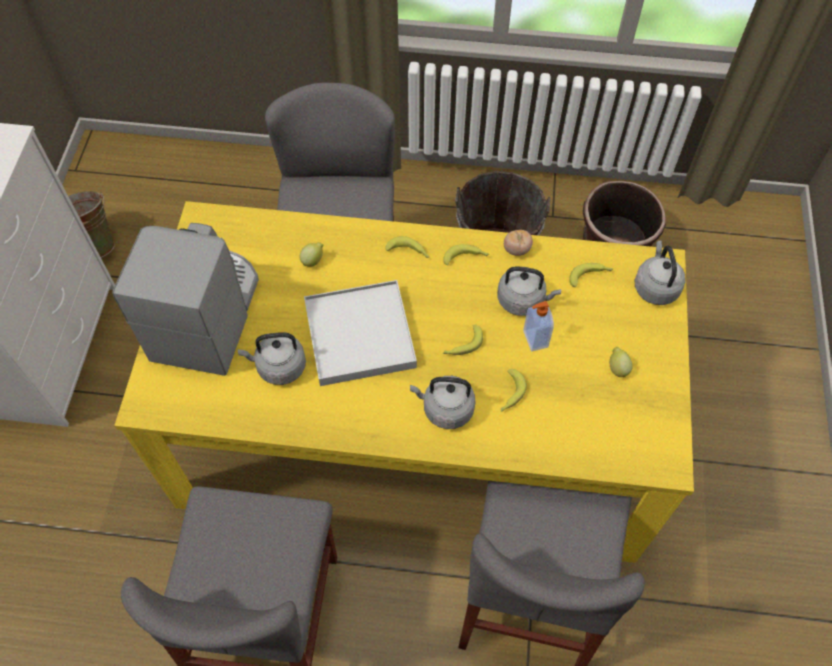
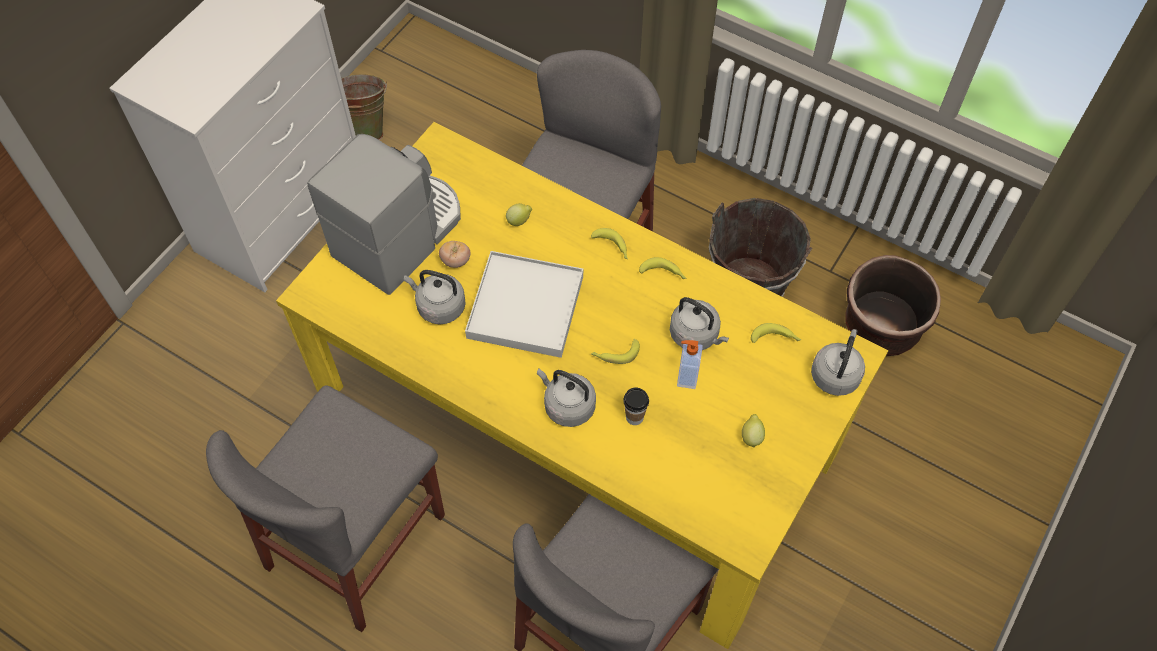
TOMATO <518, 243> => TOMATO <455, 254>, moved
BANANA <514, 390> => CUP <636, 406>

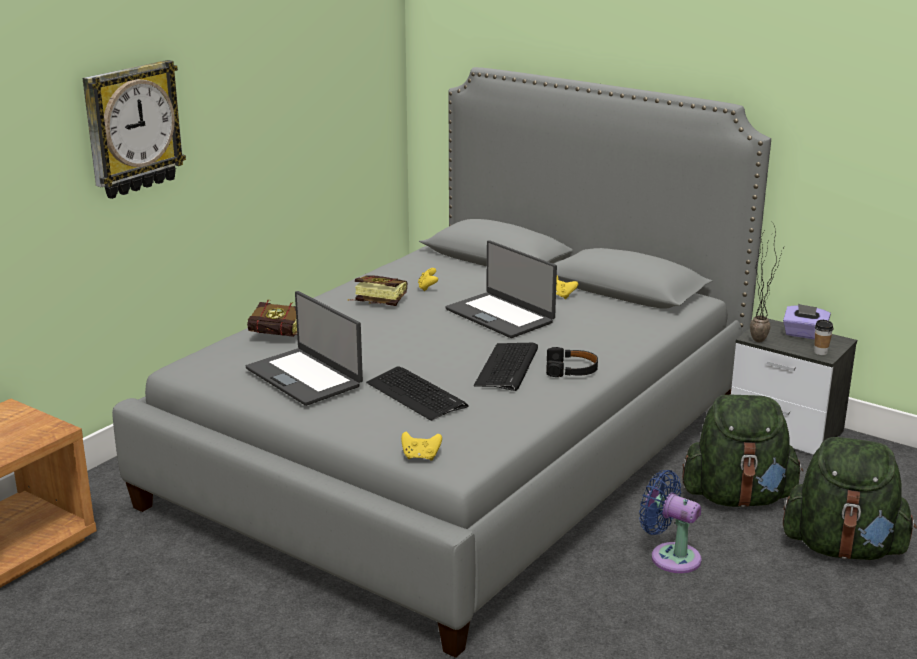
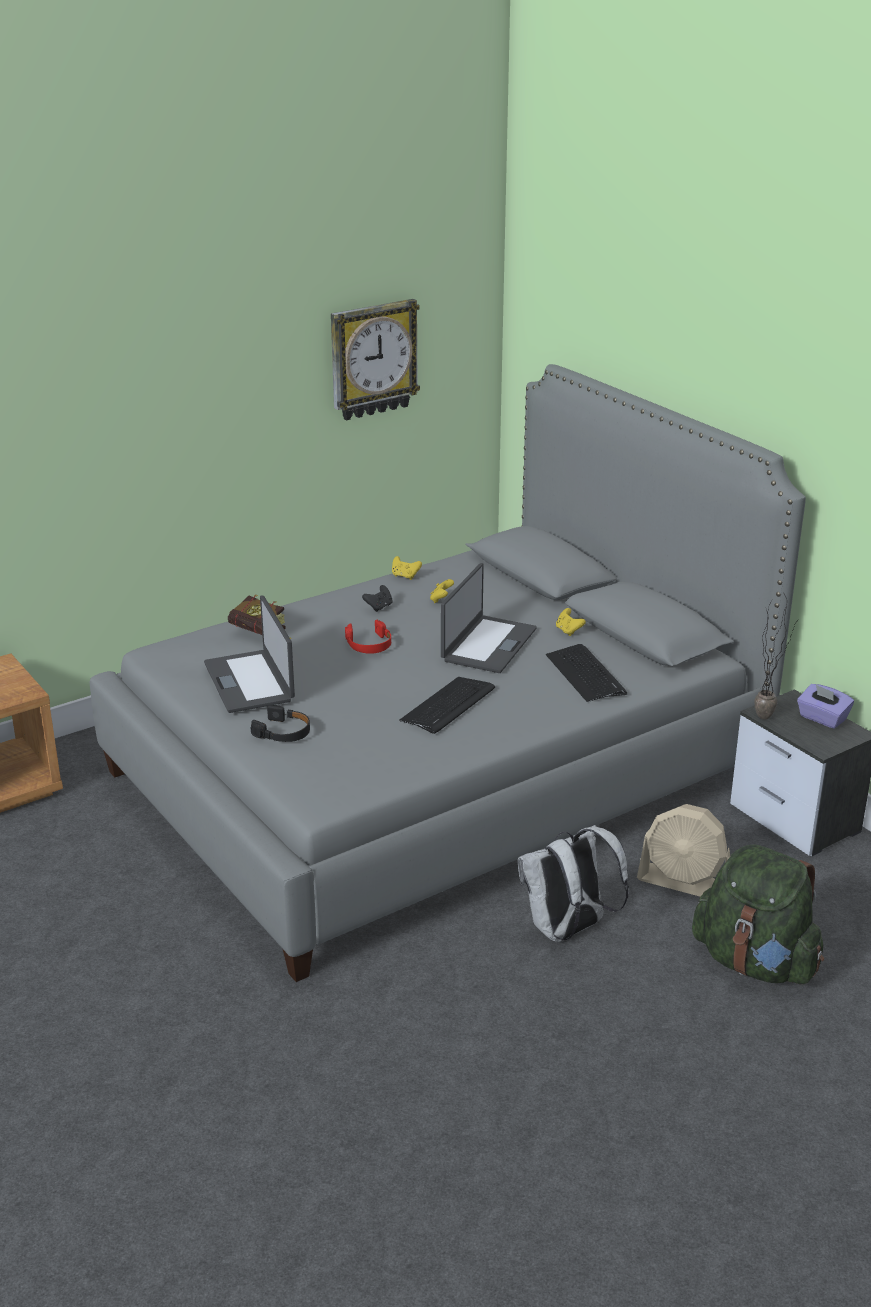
CUP <823, 337> => nothing
nothing => RED HEADPHONES <368, 637>
WALL CLOCK <134, 129> => WALL CLOCK <375, 359>, moved
KEYBOARD <418, 393> => KEYBOARD <586, 673>, moved
YELLOW GAME CONTROLLER <421, 446> => YELLOW GAME CONTROLLER <407, 568>, moved
BLACK HEADPHONES <572, 362> => BLACK HEADPHONES <280, 723>, moved
BOOK <377, 291> => BLACK GAME CONTROLLER <377, 598>
BLUE FAN <670, 521> => WHITE BACKPACK <573, 883>
GREEN BACKPACK <742, 451> => BEIGE FAN <683, 850>
LAPTOP <501, 289> => LAPTOP <489, 618>, 135 degrees counterclockwise

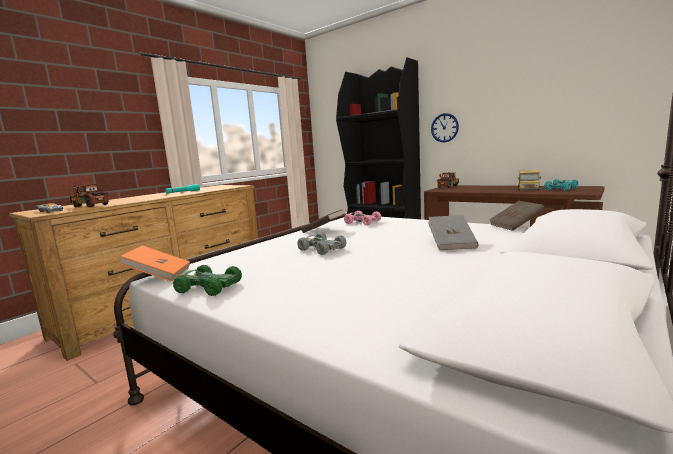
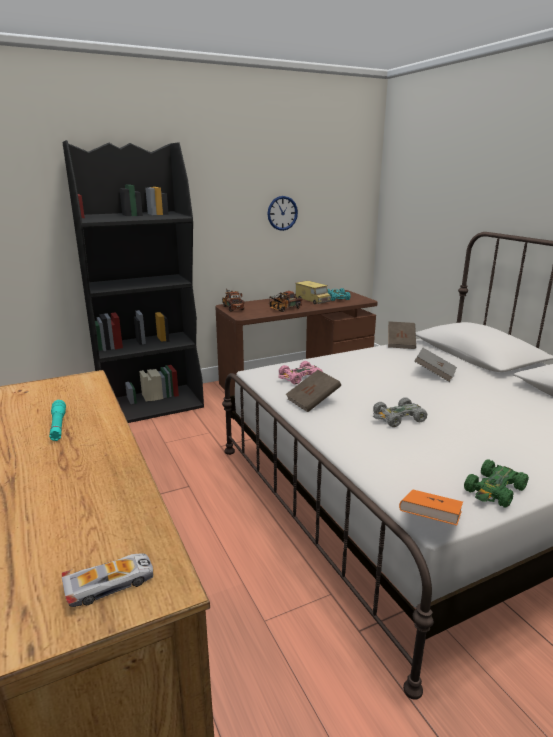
TOY TRUCK <89, 195> => TOY TRUCK <286, 301>, moved
WALL CLOCK <445, 128> => WALL CLOCK <283, 213>, moved

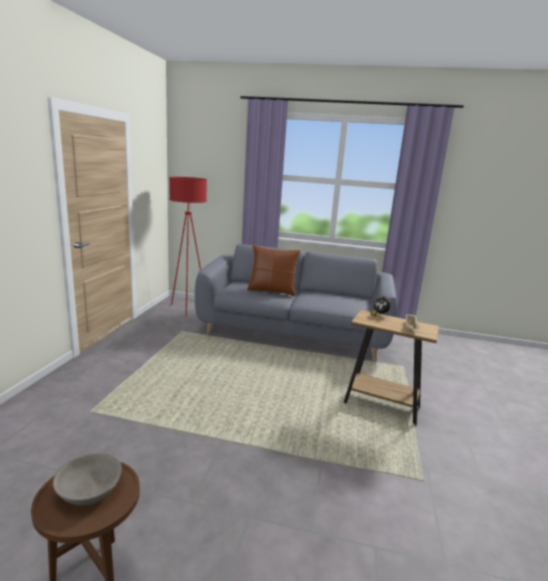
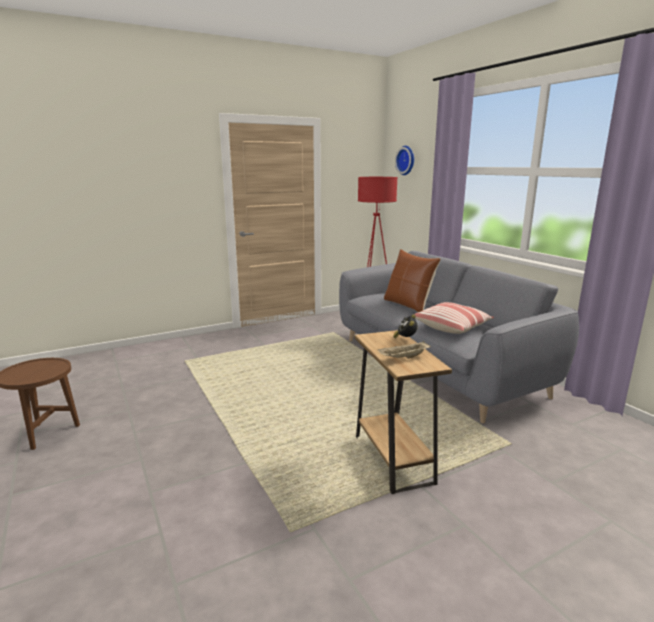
GREY BOWL <87, 479> => nothing
nothing => WALL CLOCK <404, 160>
nothing => PILLOW <454, 318>

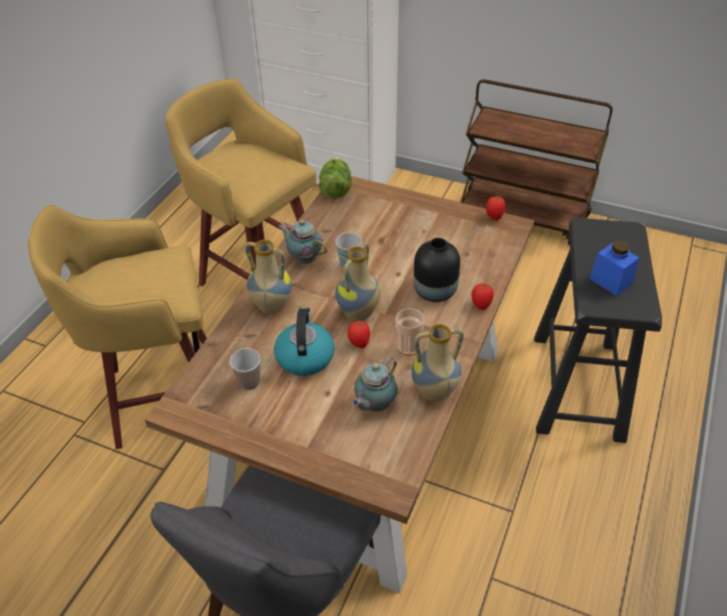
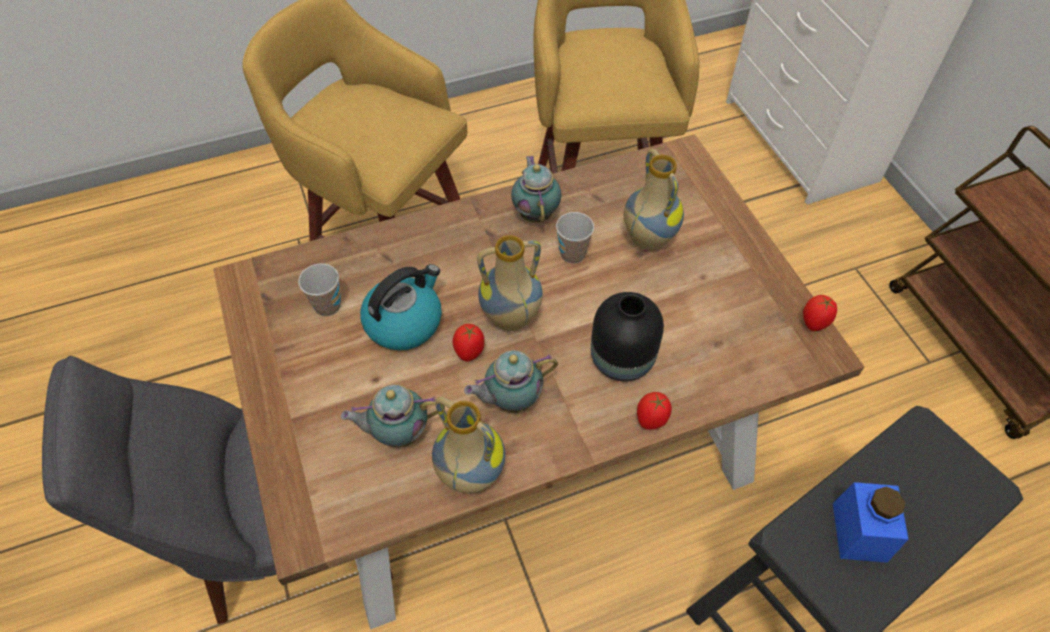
LETTUCE <335, 177> => nothing
VASE <268, 277> => VASE <654, 199>, moved
CUP <410, 332> => TEAPOT <511, 381>

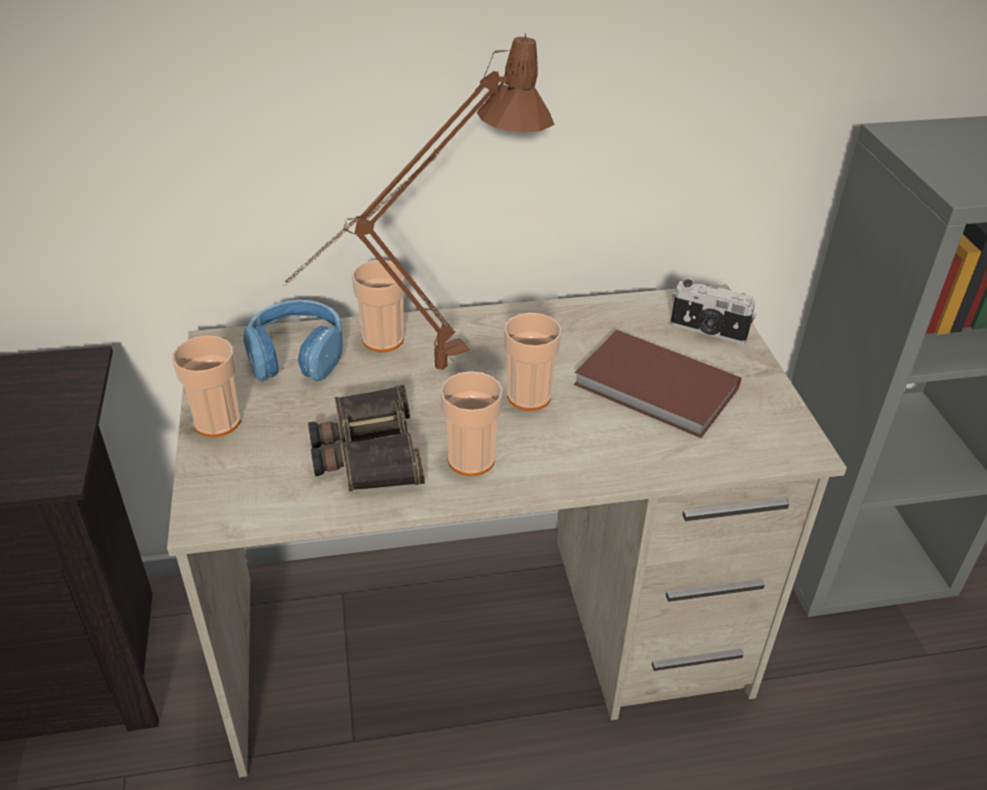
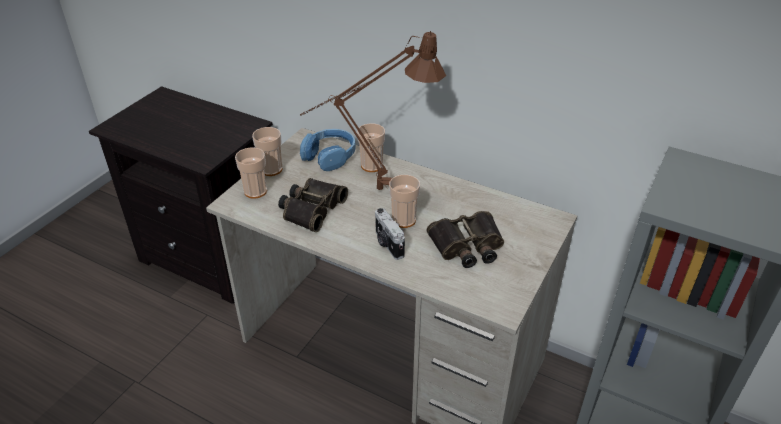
CUP <471, 423> => CUP <251, 173>, moved
PHOTO CAMERA <713, 312> => PHOTO CAMERA <390, 234>, moved
BROWN BOOK <657, 384> => BINOCULARS <465, 239>

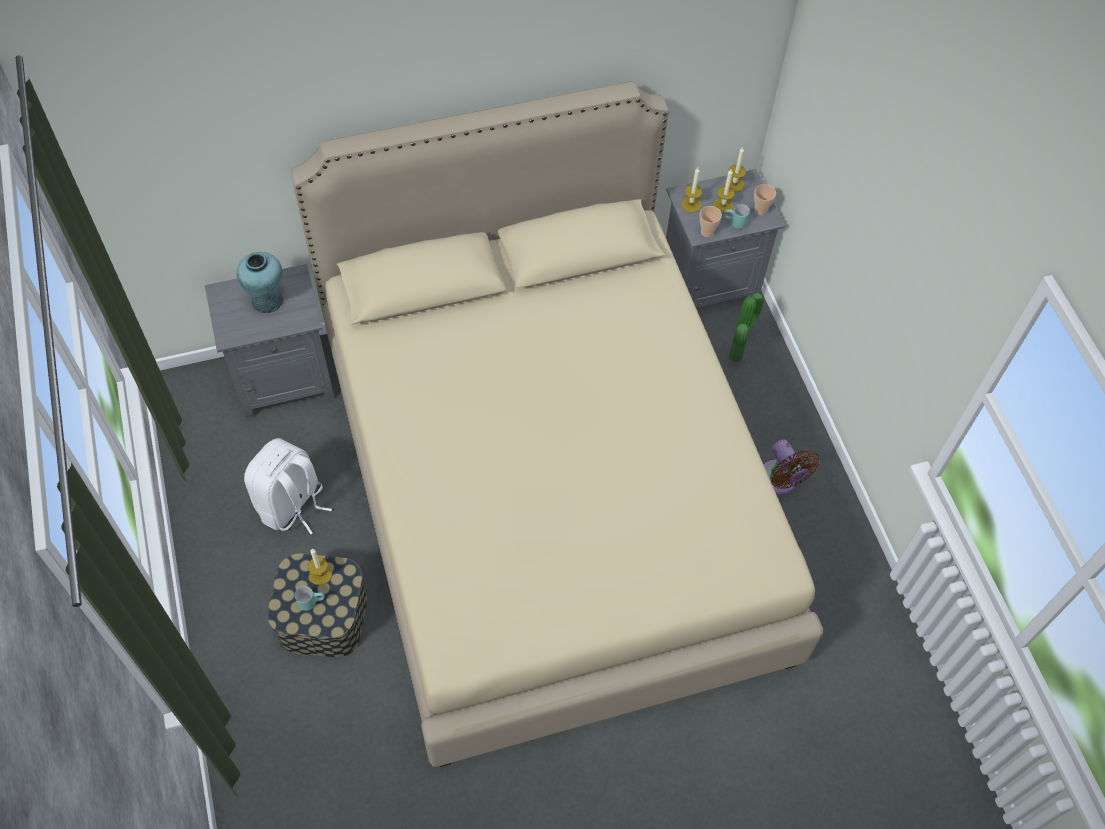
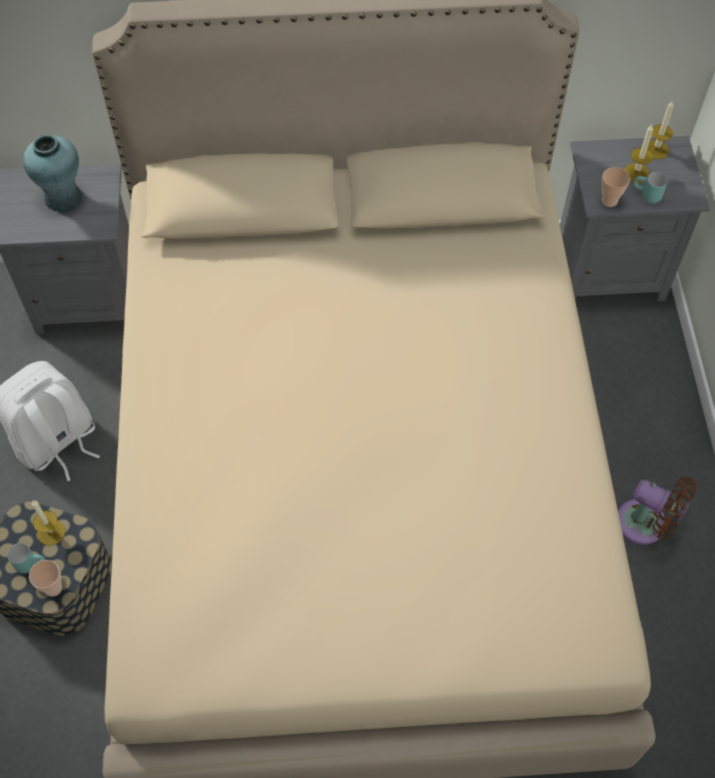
CANDLE <691, 190> => nothing
POTTED PLANT <746, 328> => nothing
CUP <765, 199> => CUP <45, 578>, moved
BROWN FAN <791, 467> => BROWN FAN <657, 510>, 45 degrees counterclockwise

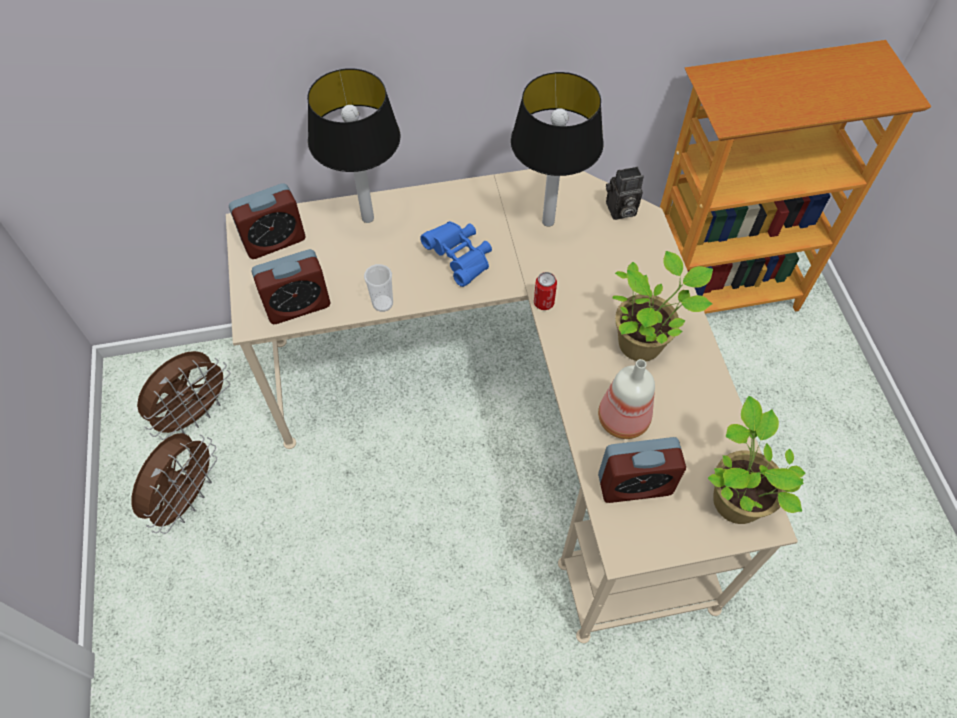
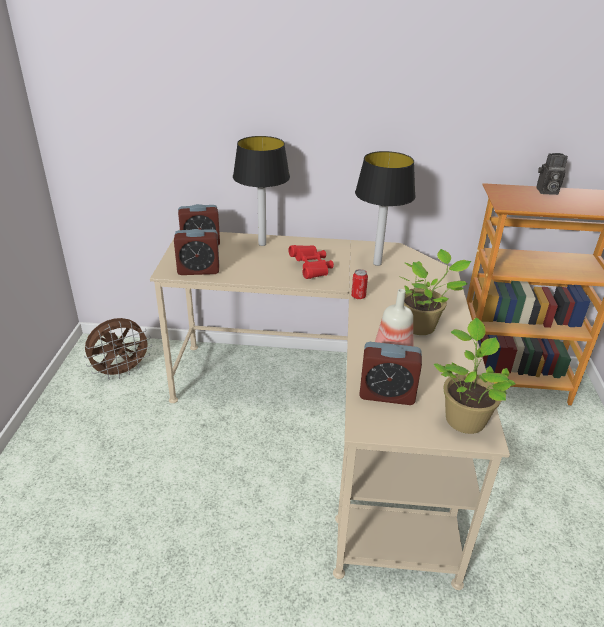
BROWN FAN <174, 483> => nothing
CUP <378, 288> => nothing
PHOTO CAMERA <625, 193> => PHOTO CAMERA <552, 174>, moved
BLUE BINOCULARS <456, 254> => RED BINOCULARS <311, 262>

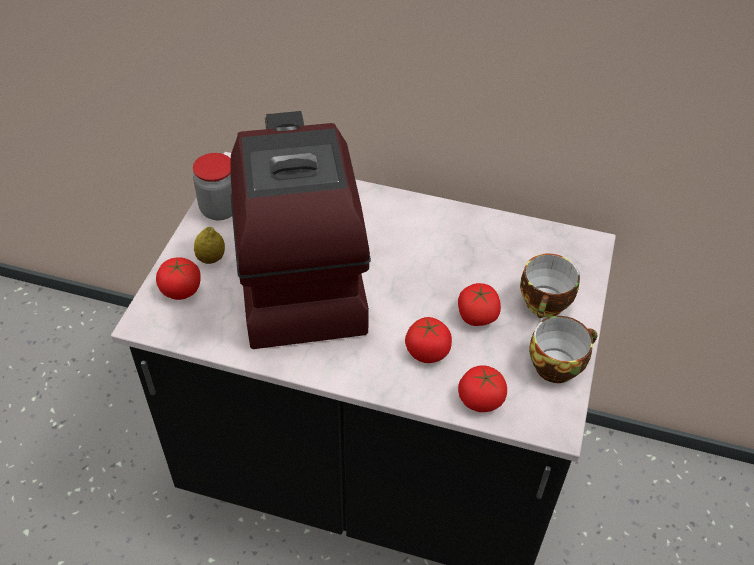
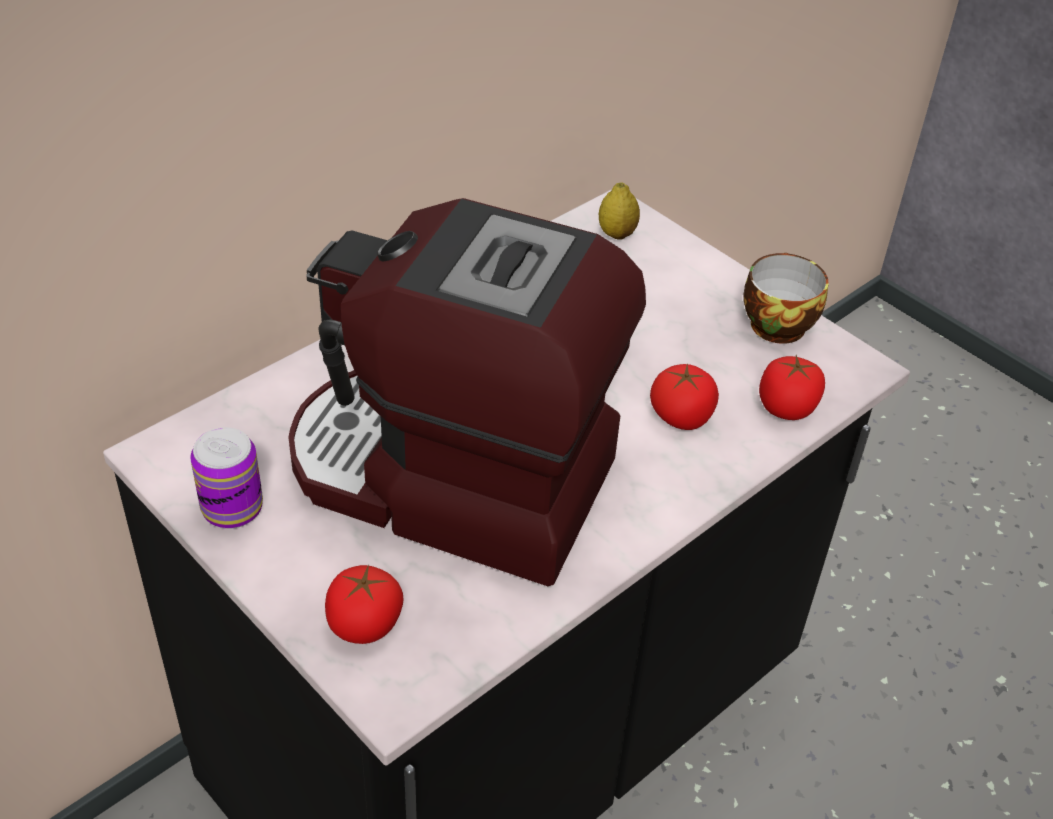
TOMATO <479, 304> => nothing
CUP <550, 286> => nothing
LEMON <209, 245> => LEMON <619, 211>, moved
JAR <212, 186> => CAN <226, 478>

